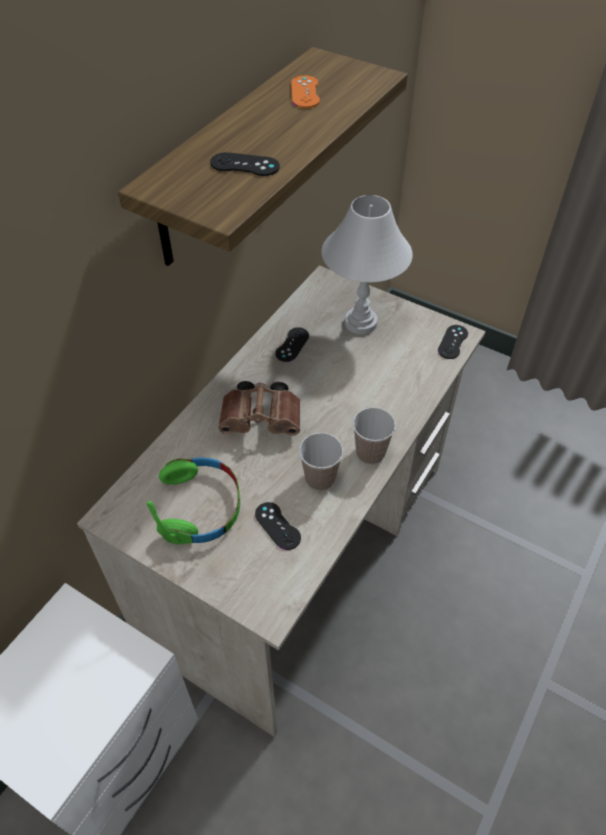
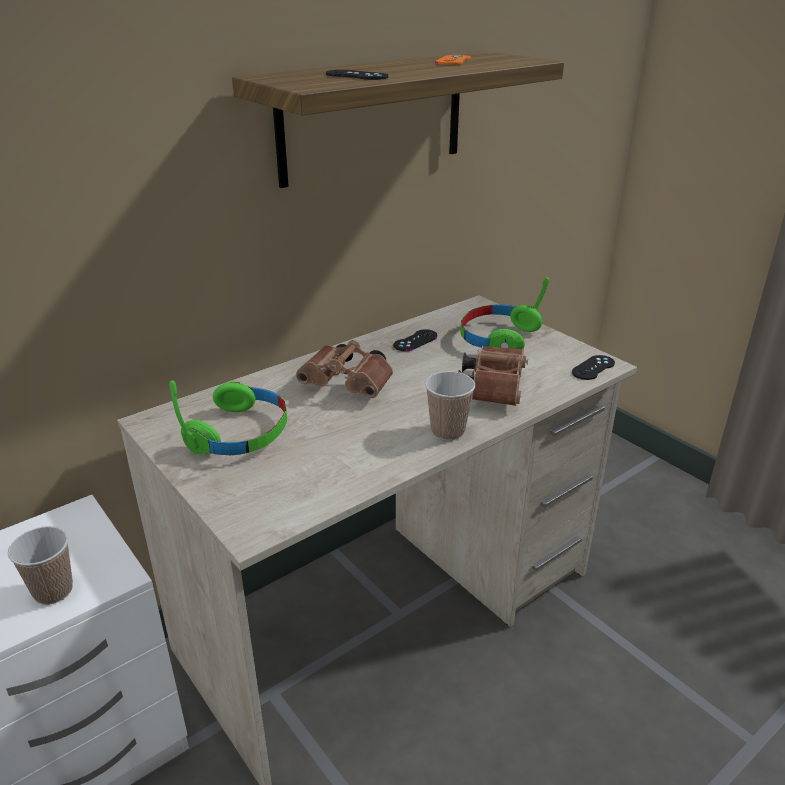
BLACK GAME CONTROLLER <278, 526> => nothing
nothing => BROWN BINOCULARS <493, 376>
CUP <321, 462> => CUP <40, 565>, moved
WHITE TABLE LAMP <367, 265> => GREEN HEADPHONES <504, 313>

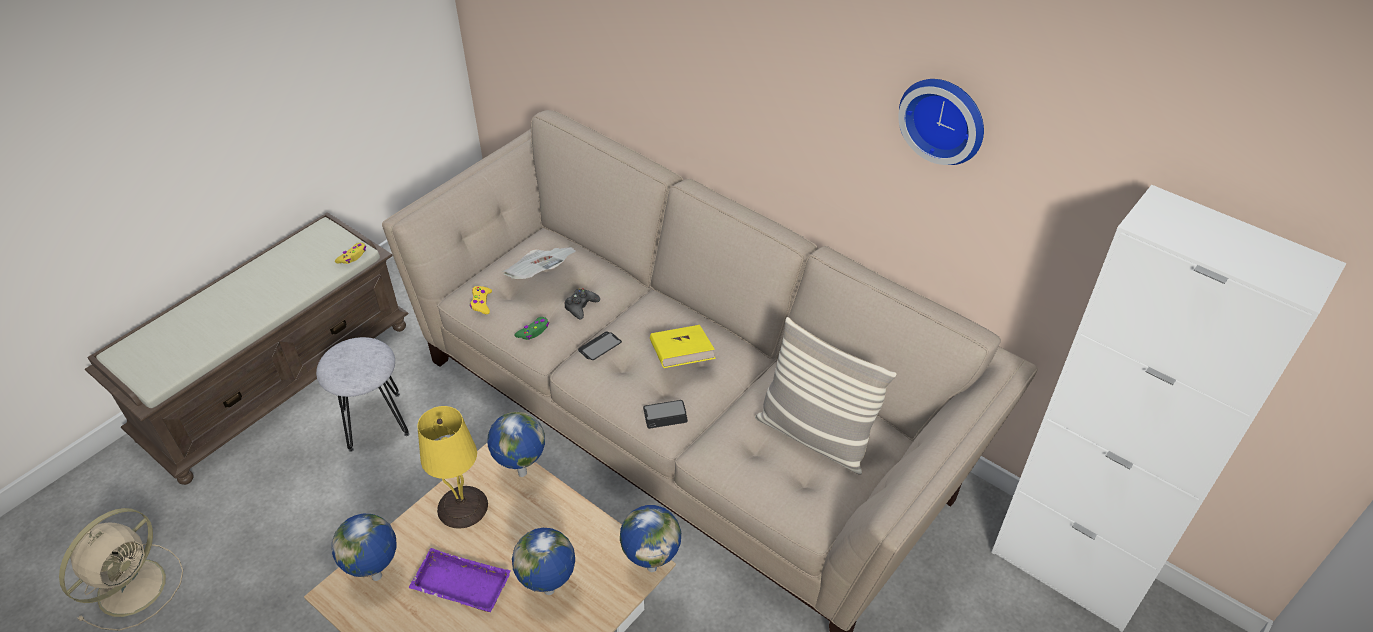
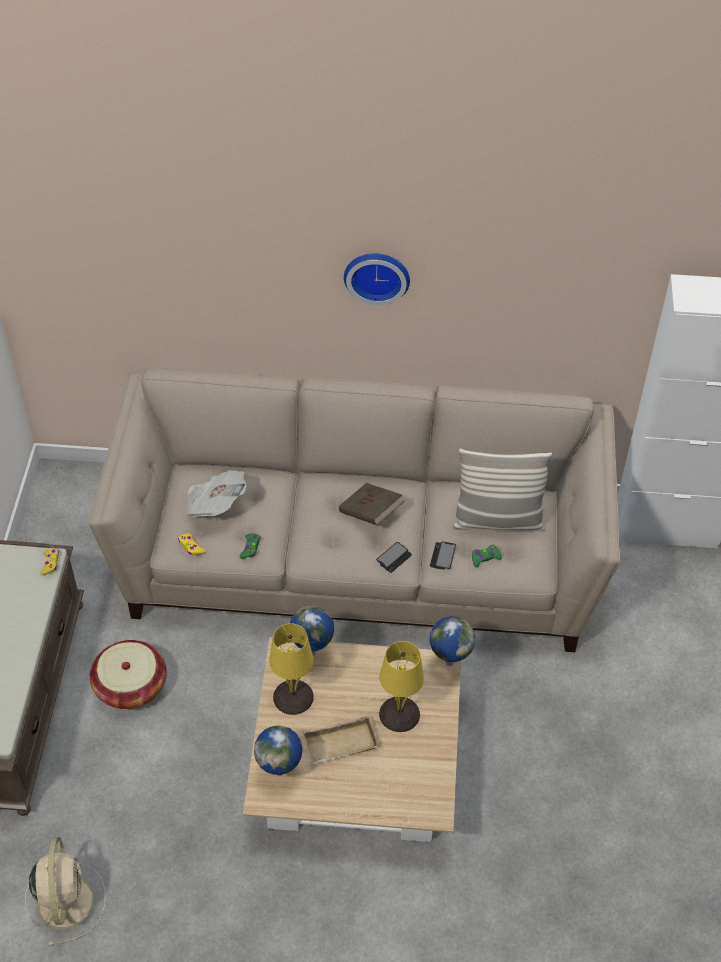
BLACK GAME CONTROLLER <582, 304> => nothing
nothing => GREEN GAME CONTROLLER <487, 556>
PHONE <600, 345> => PHONE <443, 555>, moved
WALL CLOCK <941, 122> => WALL CLOCK <377, 279>, moved
GREY STOOL <362, 394> => BASKET <128, 674>
GLOBE <543, 561> => YELLOW TABLE LAMP <401, 686>
PURPLE TRAY <459, 580> => BEIGE TRAY <341, 740>
YELLOW BOOK <683, 346> => BROWN BOOK <371, 504>

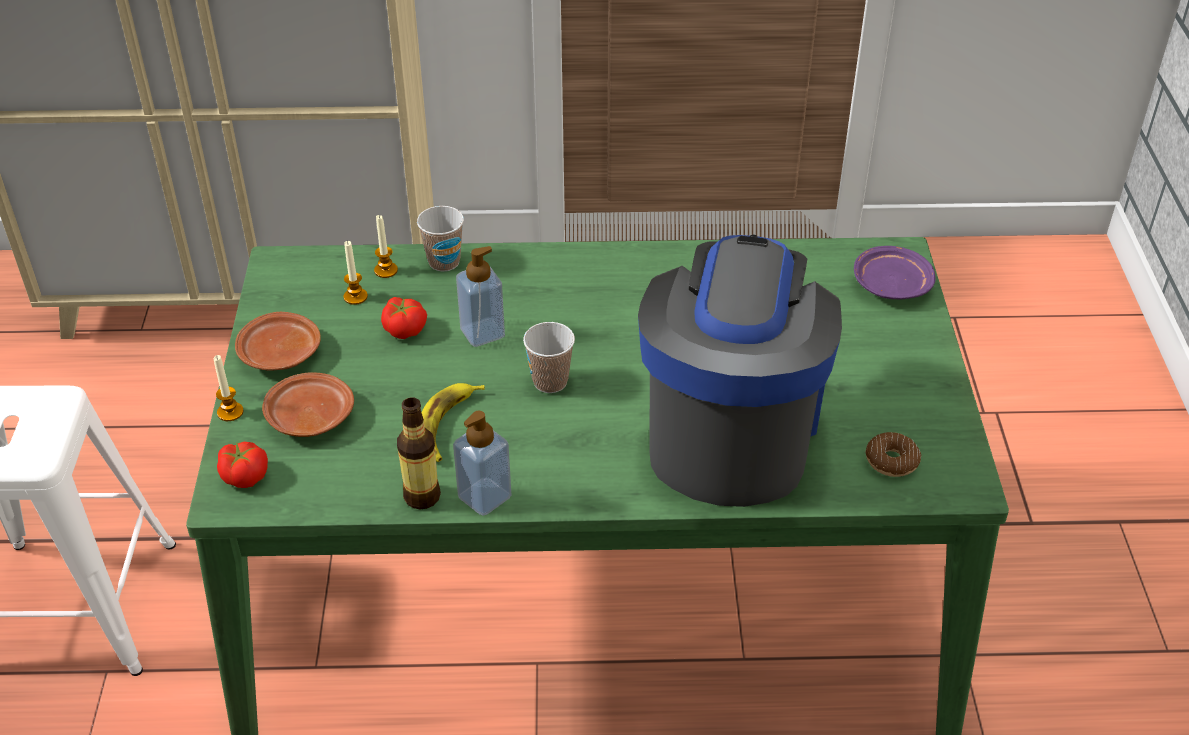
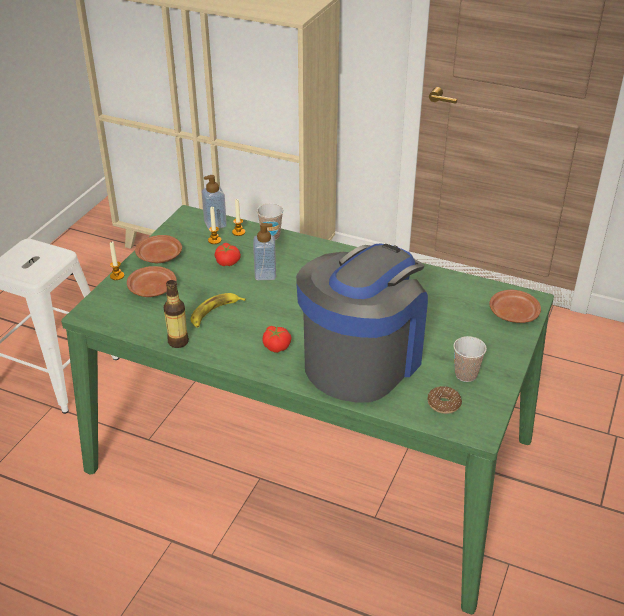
TOMATO <242, 465> => TOMATO <277, 339>, moved
SOAP DISPENSER <482, 463> => SOAP DISPENSER <214, 202>, moved
CUP <549, 357> => CUP <470, 359>, moved
PURPLE PLATE <895, 273> => BROWN PLATE <515, 306>

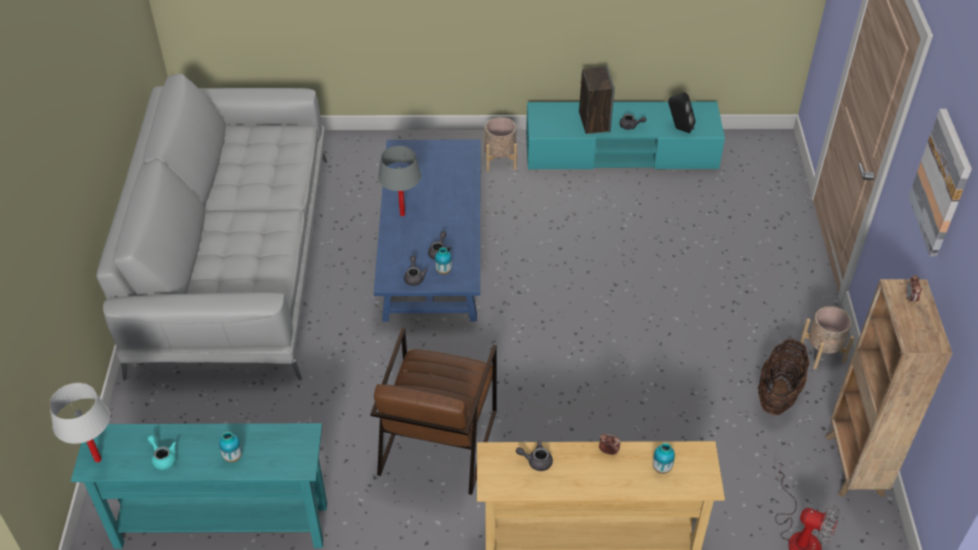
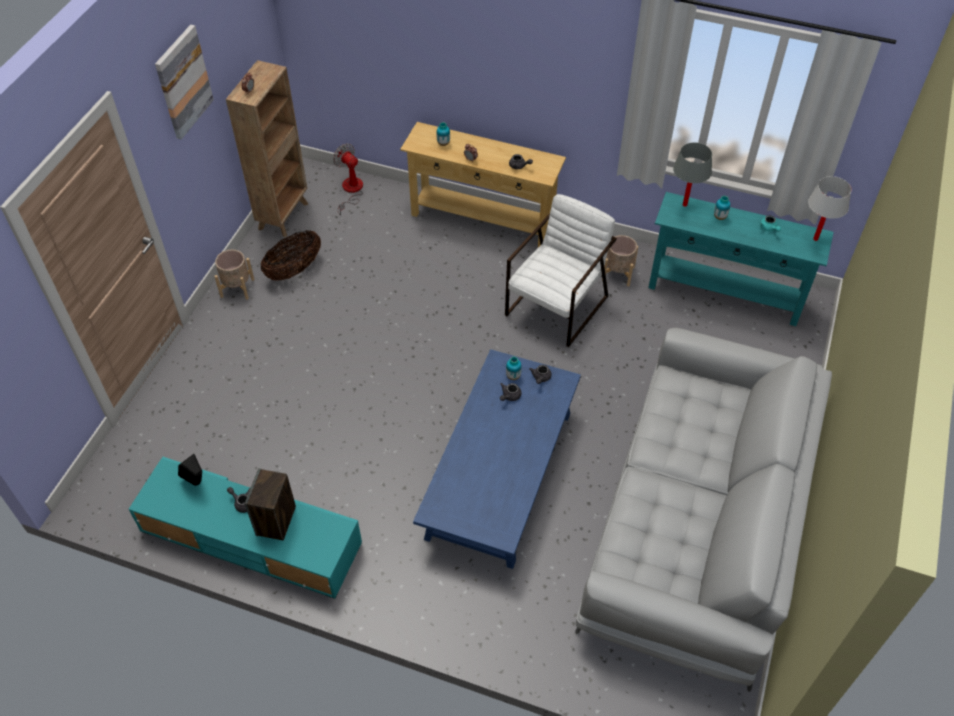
GREY TABLE LAMP <399, 181> => GREY TABLE LAMP <692, 174>, moved
BEIGE PLANTER <500, 144> => BEIGE PLANTER <620, 260>, moved
BROWN ARMCHAIR <433, 411> => WHITE ARMCHAIR <561, 270>

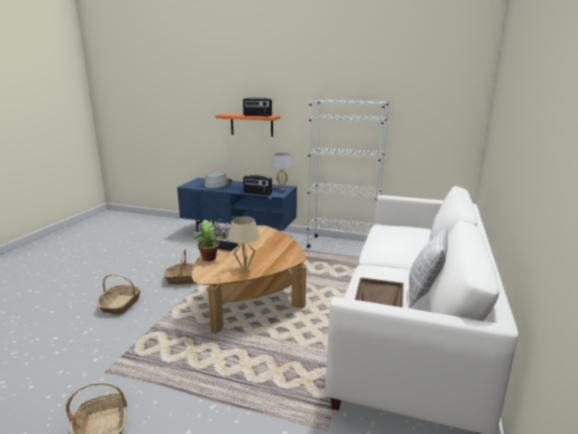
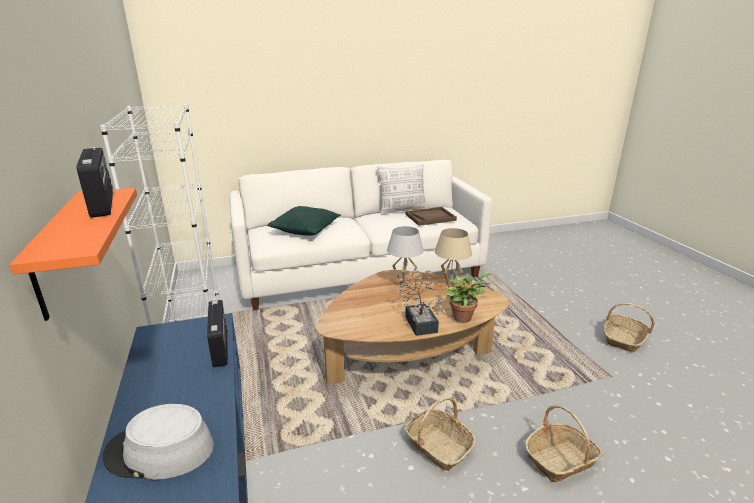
nothing => GREEN PILLOW <304, 221>
WHITE TABLE LAMP <282, 171> => WHITE TABLE LAMP <405, 257>, moved

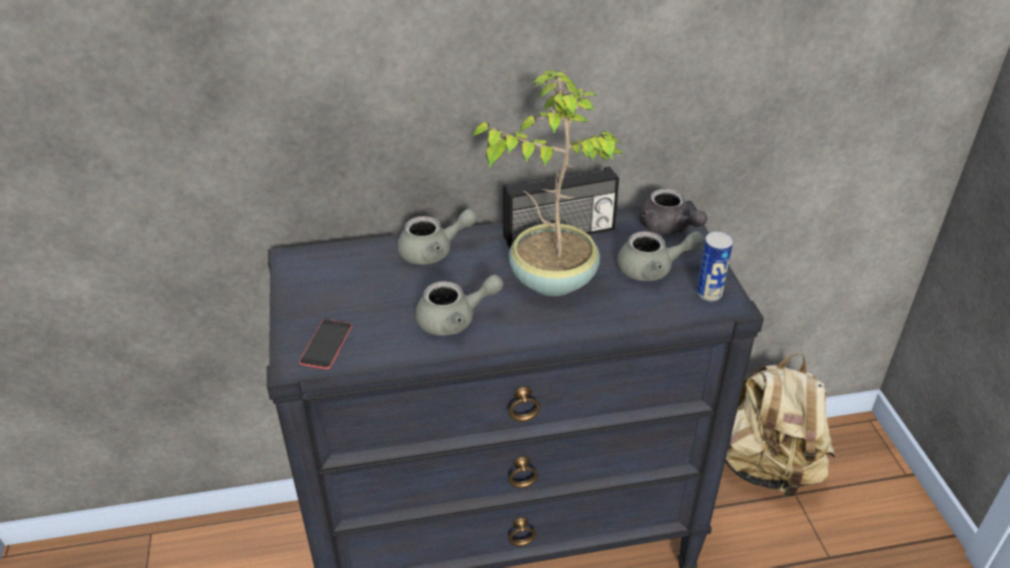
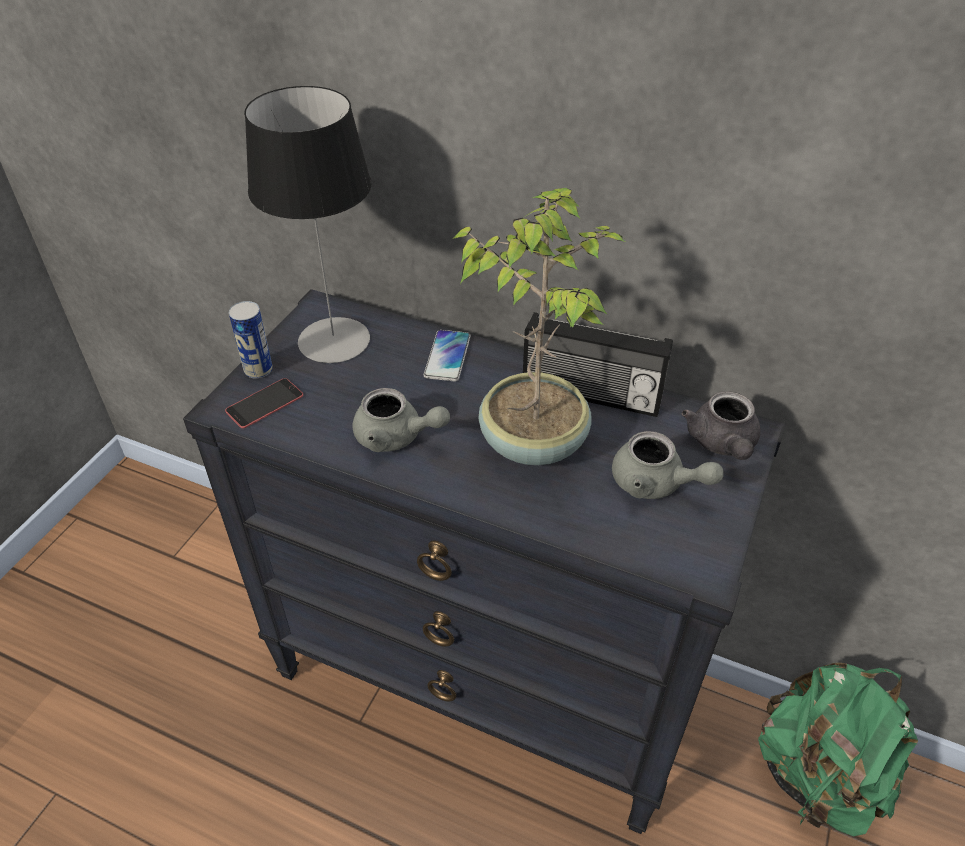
nothing => TABLE LAMP <307, 224>
CAN <714, 266> => CAN <251, 340>, moved
GREY TEAPOT <437, 237> => PHONE <447, 355>
BEIGE BACKPACK <780, 425> => GREEN BACKPACK <838, 749>

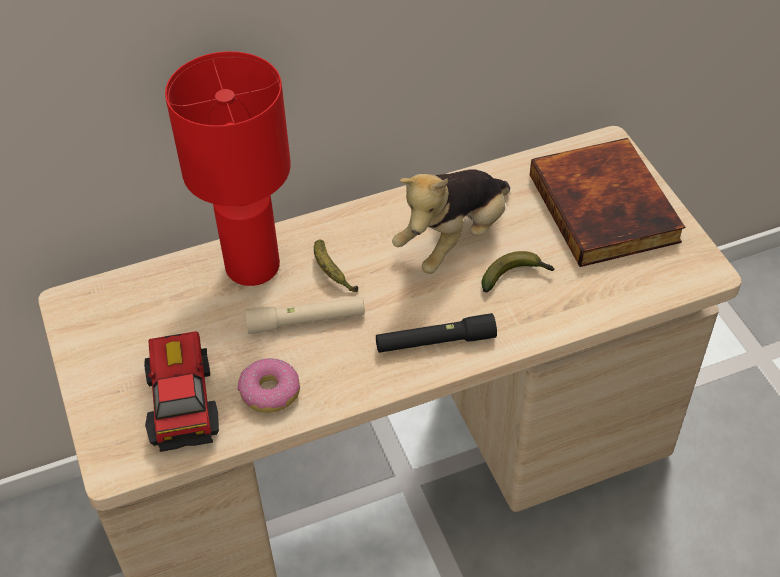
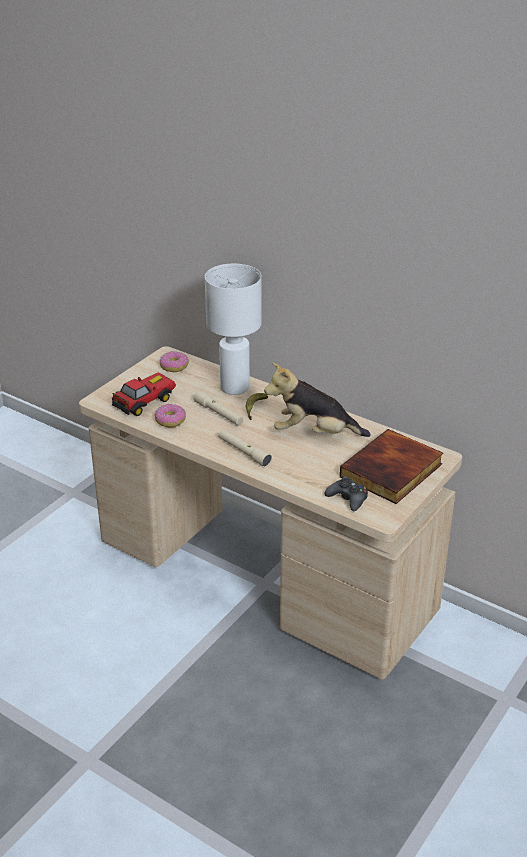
BANANA <518, 272> => nothing
nothing => DONUT <174, 361>
nothing => BLACK GAME CONTROLLER <346, 493>
RED TABLE LAMP <228, 168> => WHITE TABLE LAMP <233, 329>
BLACK FLASHLIGHT <436, 333> => BEIGE FLASHLIGHT <245, 448>

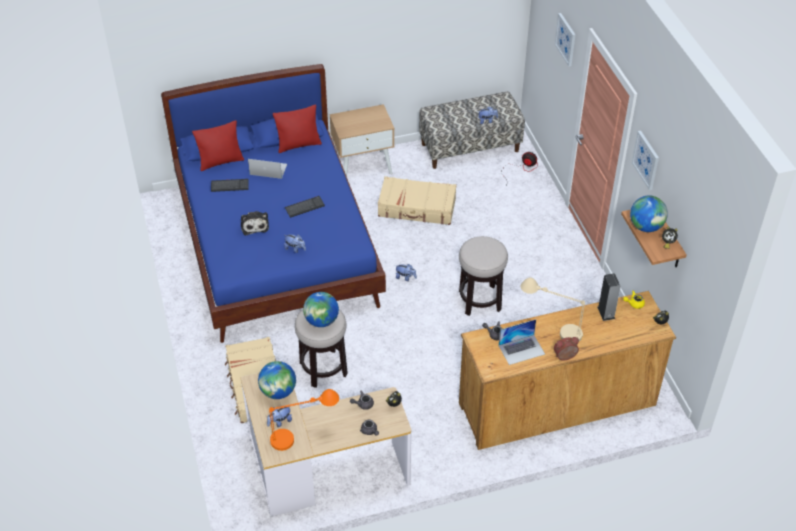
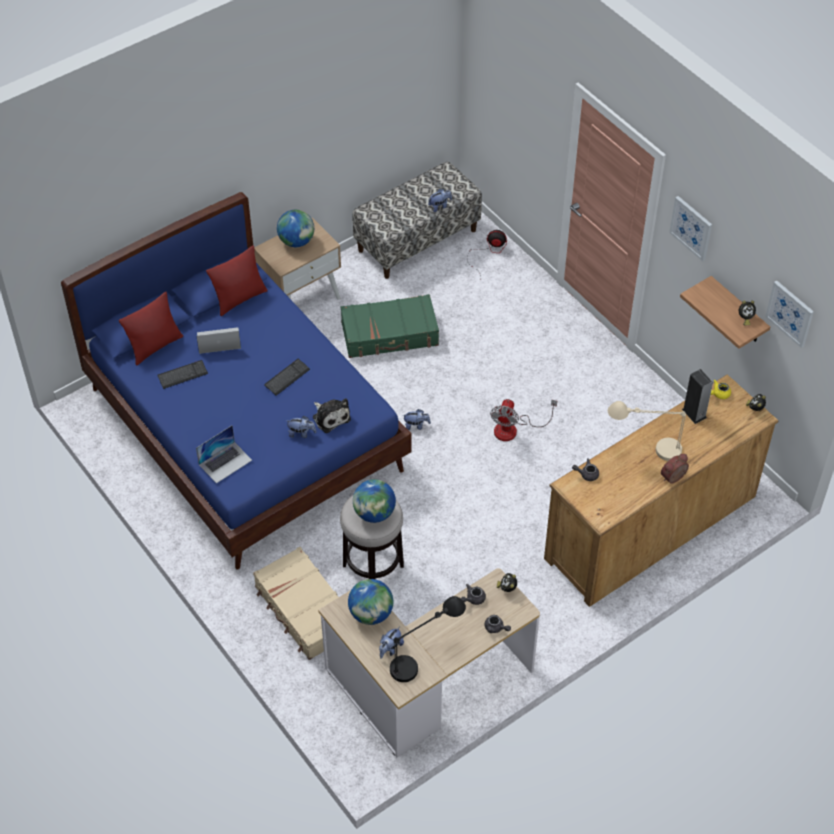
PLUSH TOY <255, 223> => PLUSH TOY <332, 415>, moved
LAPTOP <521, 342> => LAPTOP <224, 455>, moved
PICTURE <565, 39> => PICTURE <789, 314>, moved
GLOBE <649, 214> => GLOBE <295, 228>, moved
STOOL <483, 276> => FAN <523, 420>
ORANGE TABLE LAMP <304, 420> => BLACK TABLE LAMP <428, 639>
BEIGE SUITCASE <417, 200> => GREEN SUITCASE <390, 326>

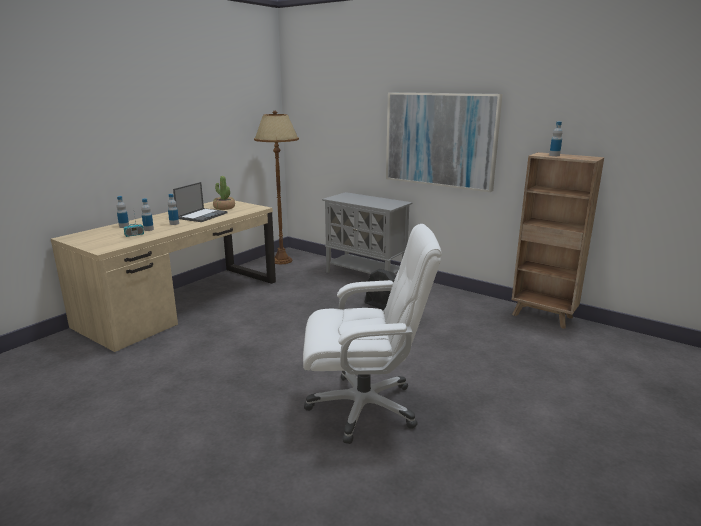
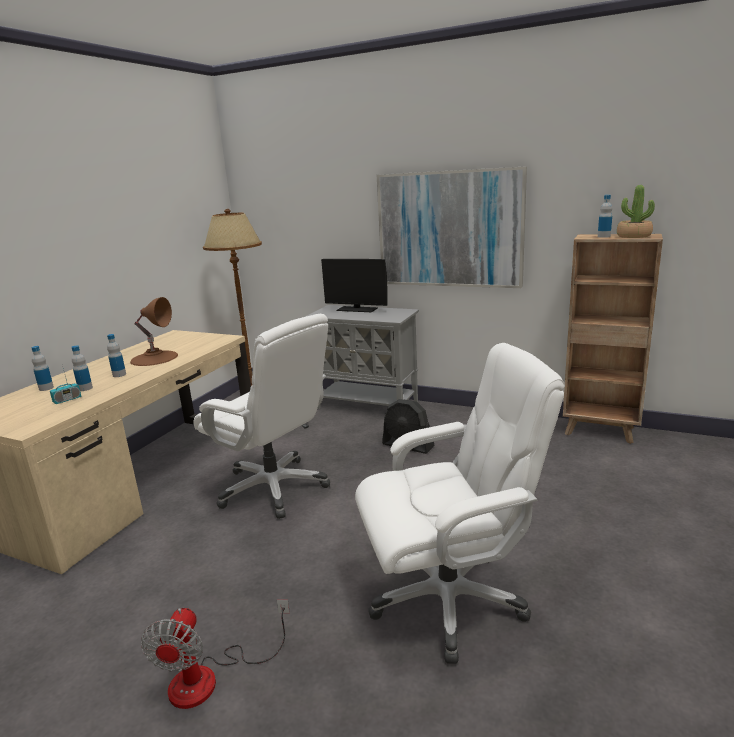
nothing => FAN <215, 654>
nothing => WHITE OFFICE CHAIR <262, 416>
nothing => MONITOR <354, 285>
POTTED PLANT <224, 193> => POTTED PLANT <636, 211>, moved
LAPTOP <200, 202> => BROWN TABLE LAMP <154, 331>

